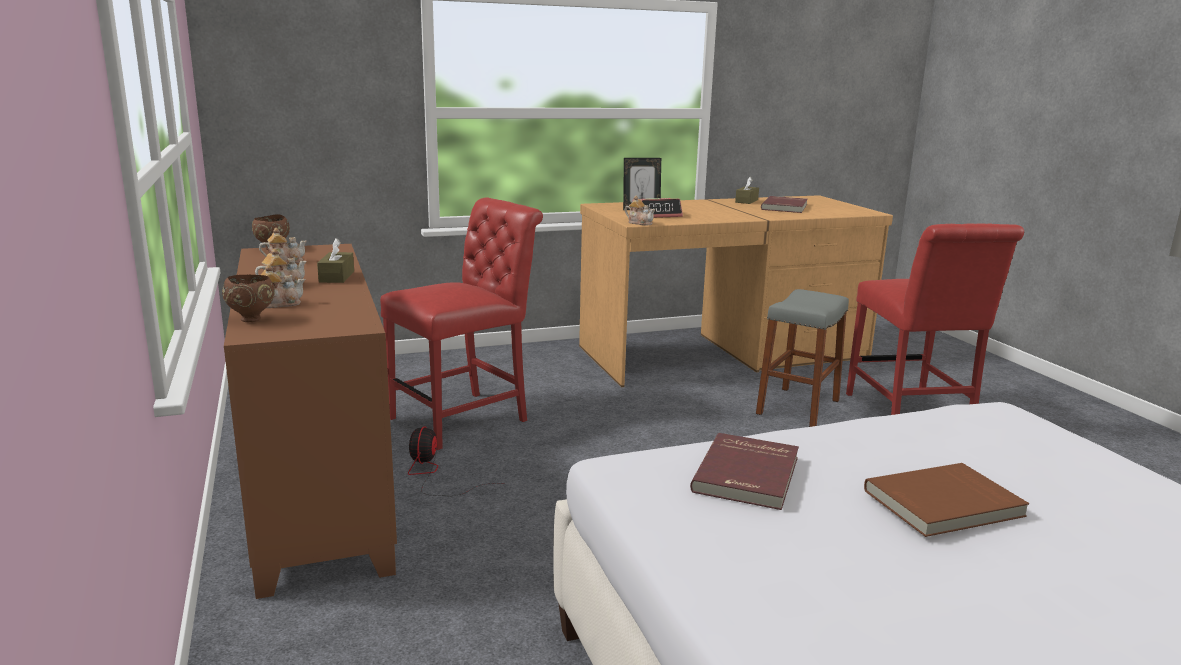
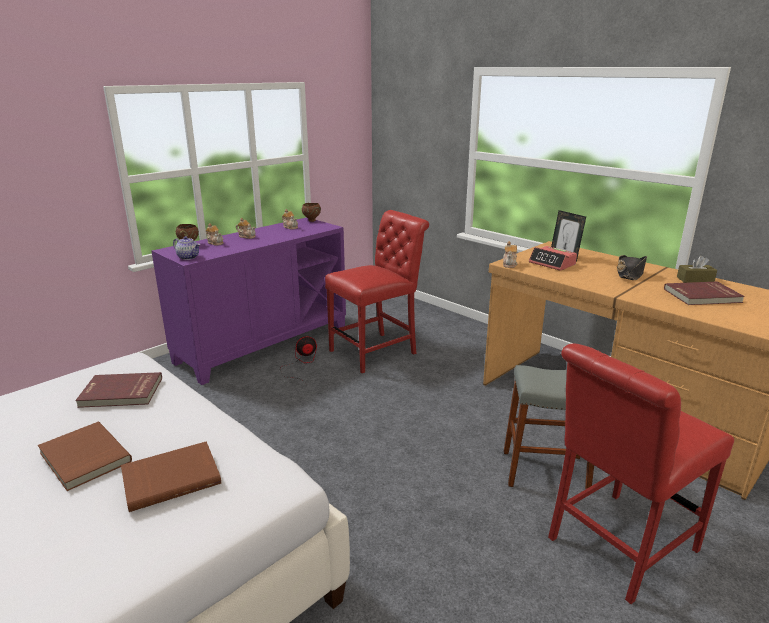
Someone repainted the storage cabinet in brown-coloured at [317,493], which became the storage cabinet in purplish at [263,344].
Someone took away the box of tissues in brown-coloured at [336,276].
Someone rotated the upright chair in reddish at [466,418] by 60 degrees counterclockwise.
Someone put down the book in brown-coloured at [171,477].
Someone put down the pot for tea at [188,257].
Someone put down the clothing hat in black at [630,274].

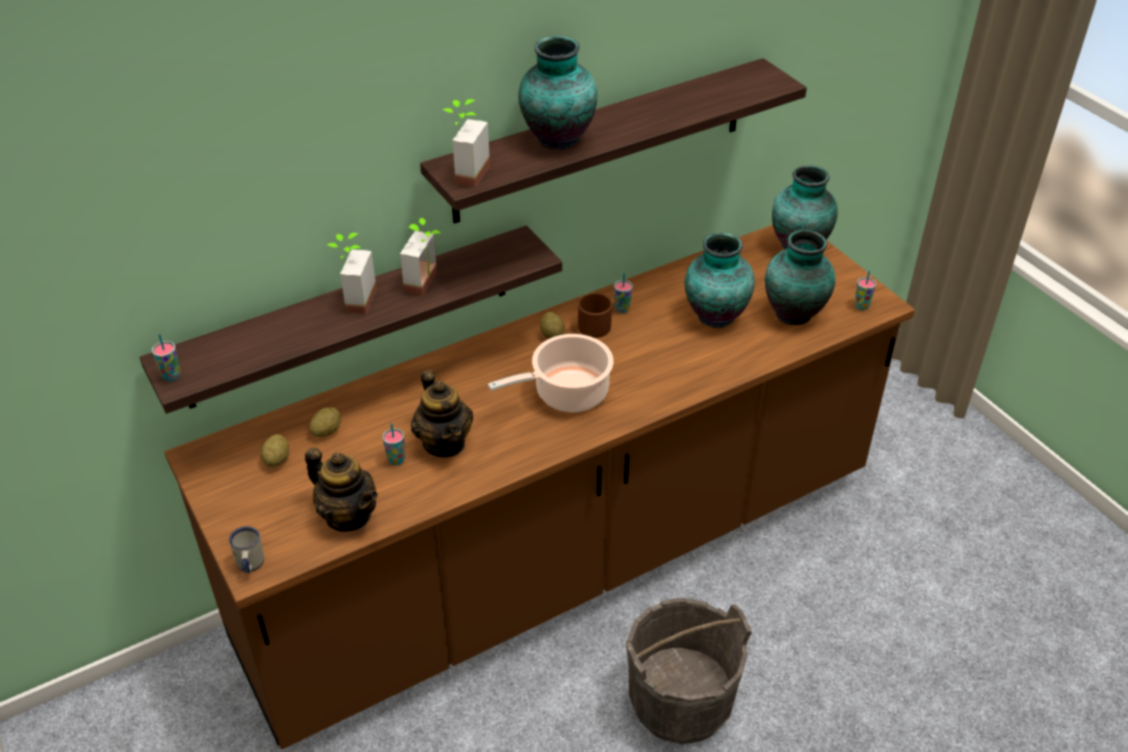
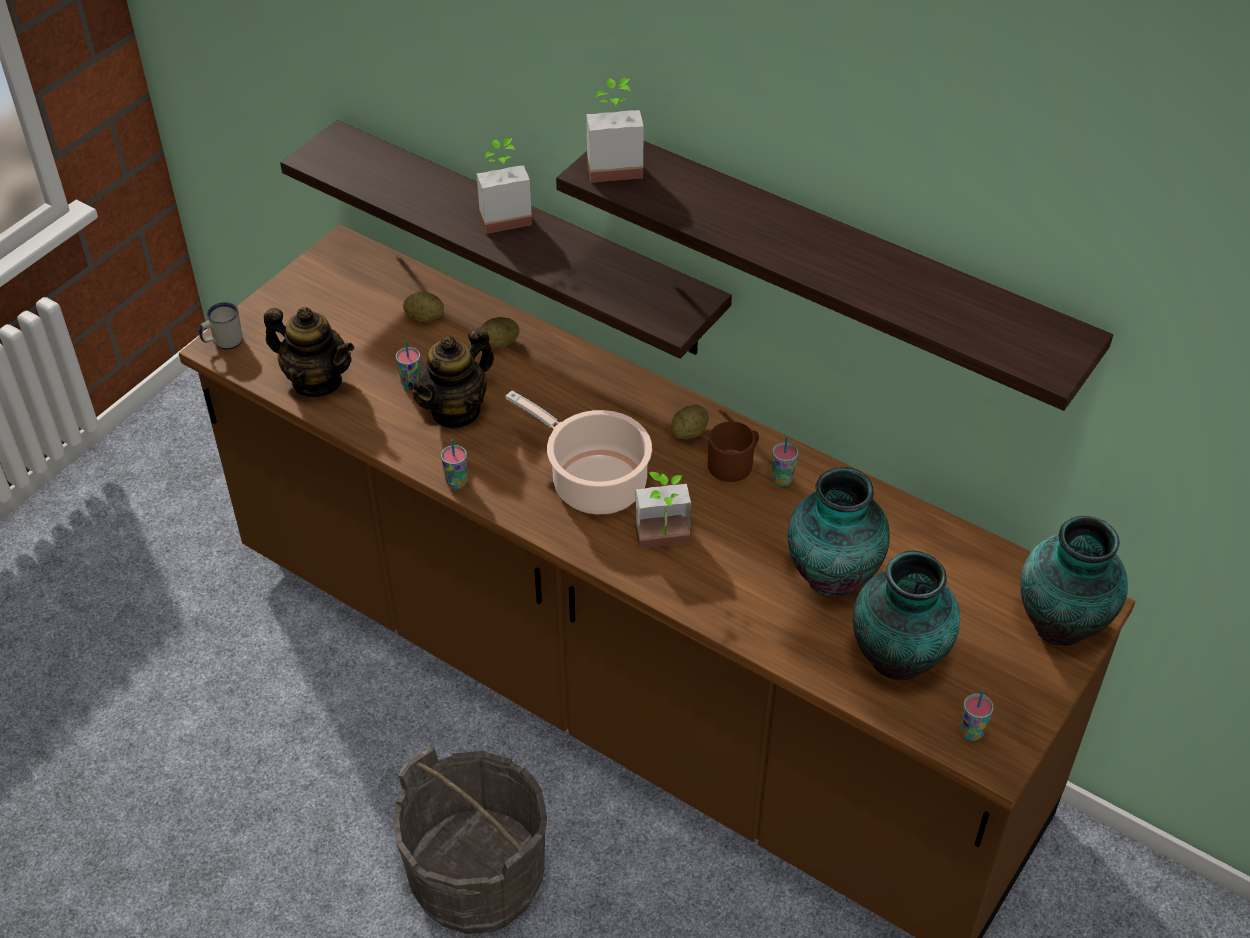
Someone carried the drinking cup from [171,376] to [456,483].
Someone carried the potato from [277,459] to [499,343].
Someone rotated the pot for tea at [348,515] by 75 degrees counterclockwise.
Someone carried the houseplant from [428,283] to [664,544].
Someone took away the decorative vase at [557,140].

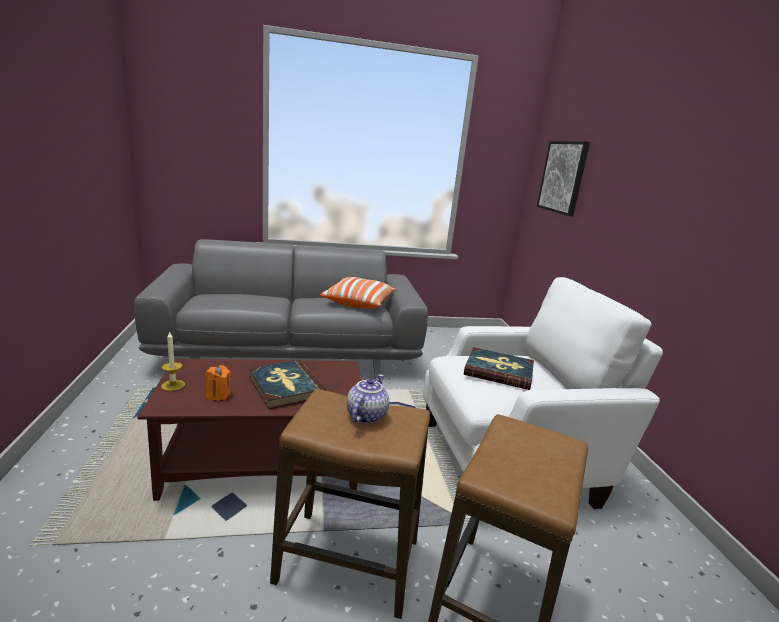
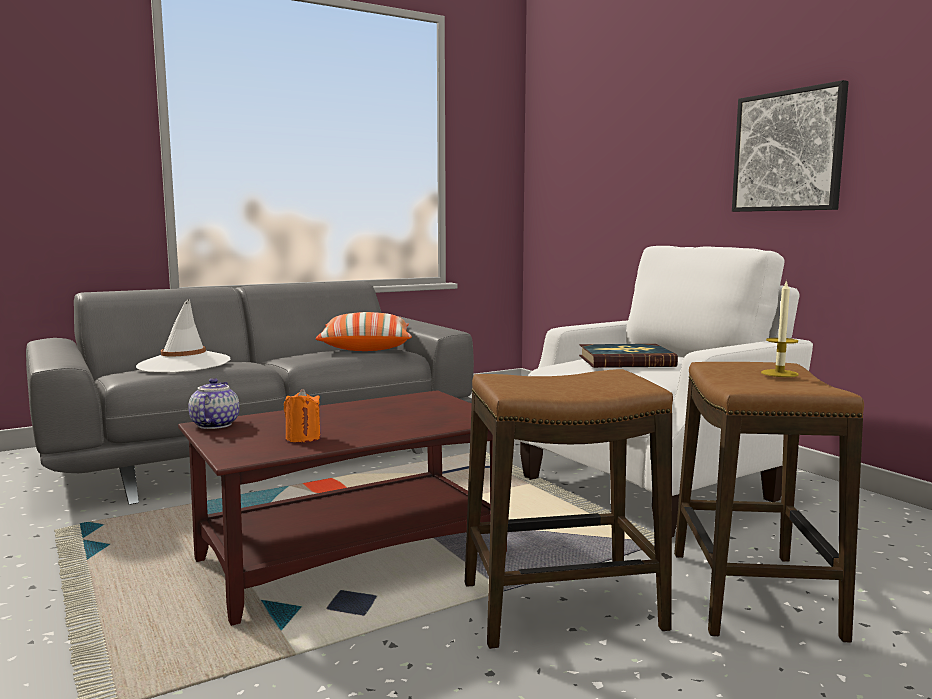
Someone carried the wax light from [173,385] to [779,373].
Someone took away the book at [285,387].
Someone carried the pot for tea from [365,415] to [214,425].
Someone carried the wall picture from [563,177] to [788,151].
Someone put down the clothing hat in whitish at [184,364].

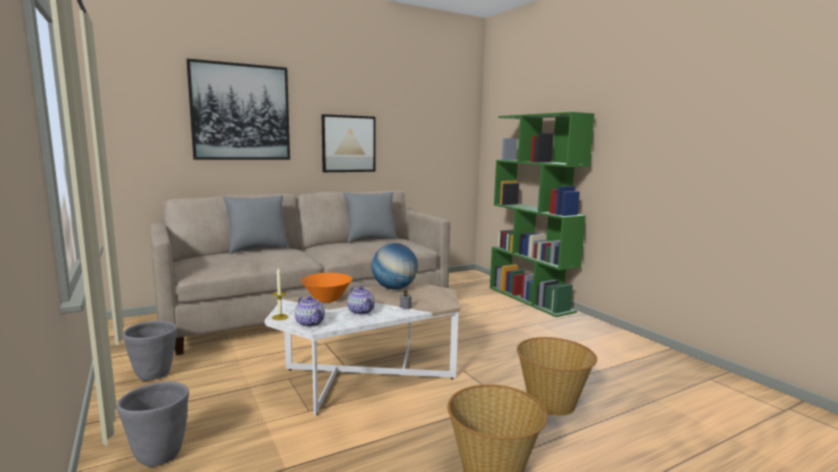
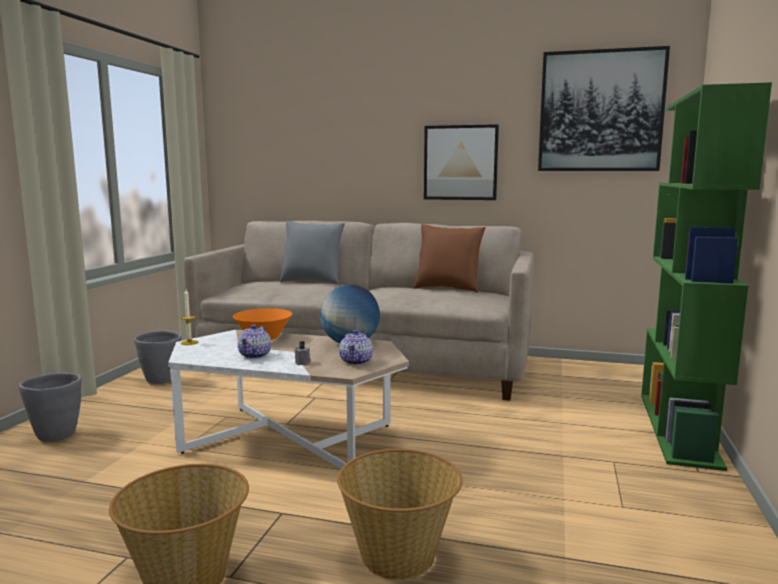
Someone carried the wall picture from [241,112] to [600,111].
Someone carried the pot for tea from [310,323] to [356,361].
Someone repainted the pillow in gray at [370,240], which became the pillow in brown-coloured at [447,289].

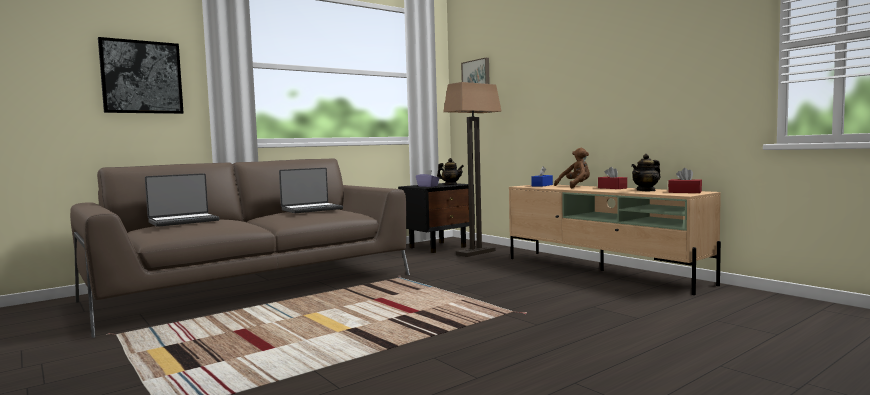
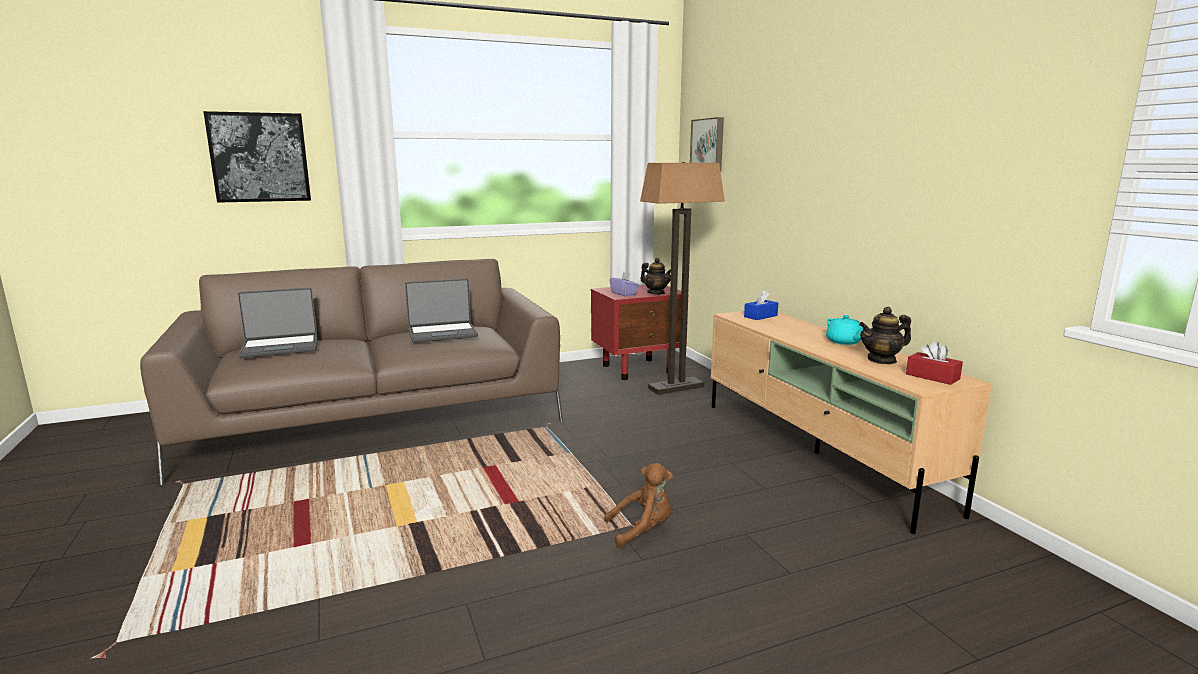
Someone repainted the nightstand in black at [438,247], which became the nightstand in reddish at [638,369].
Someone carried the soft toy in brown-coloured from [575,186] to [642,530].
Someone swapped the box of tissues in reddish at [612,188] for the pot for tea in turquoise at [844,342].

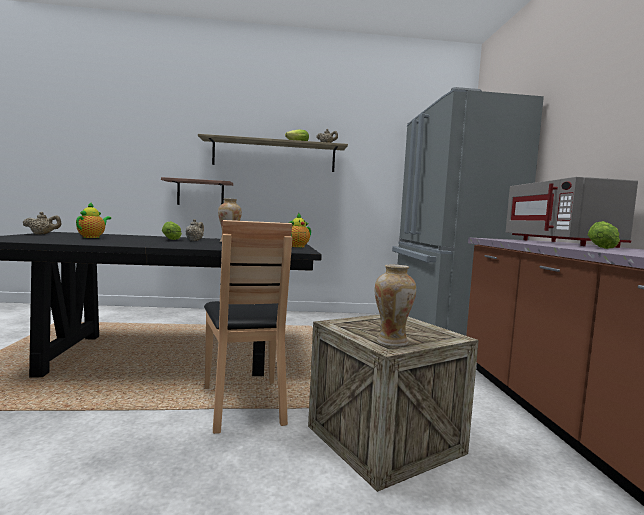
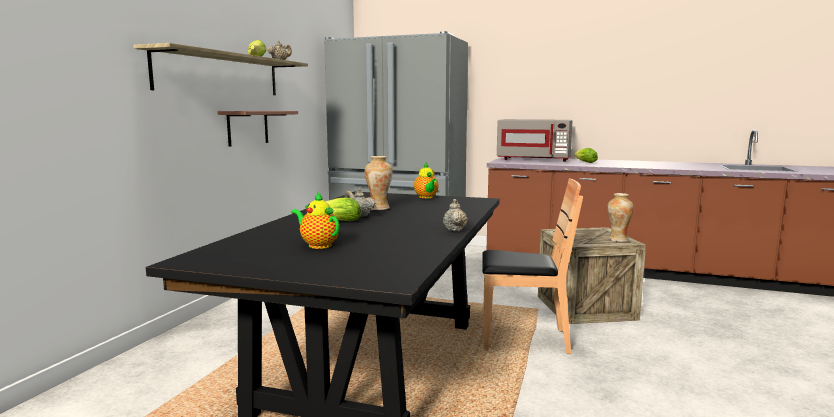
Someone carried the pot for tea in beige from [42,234] to [455,230].
Someone carried the bracket shelf from [200,193] to [248,127].

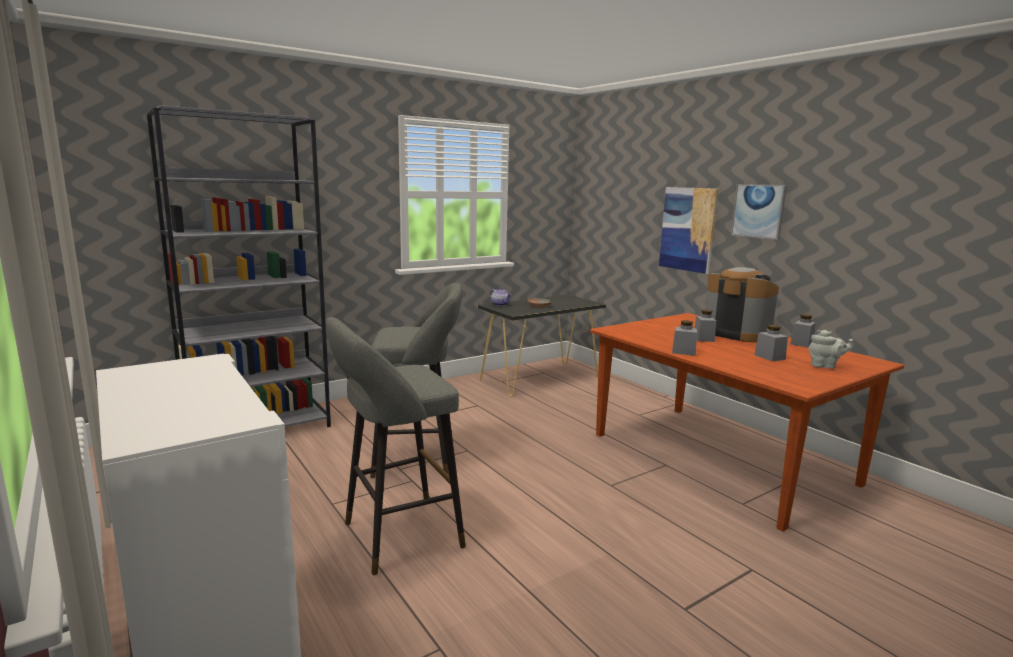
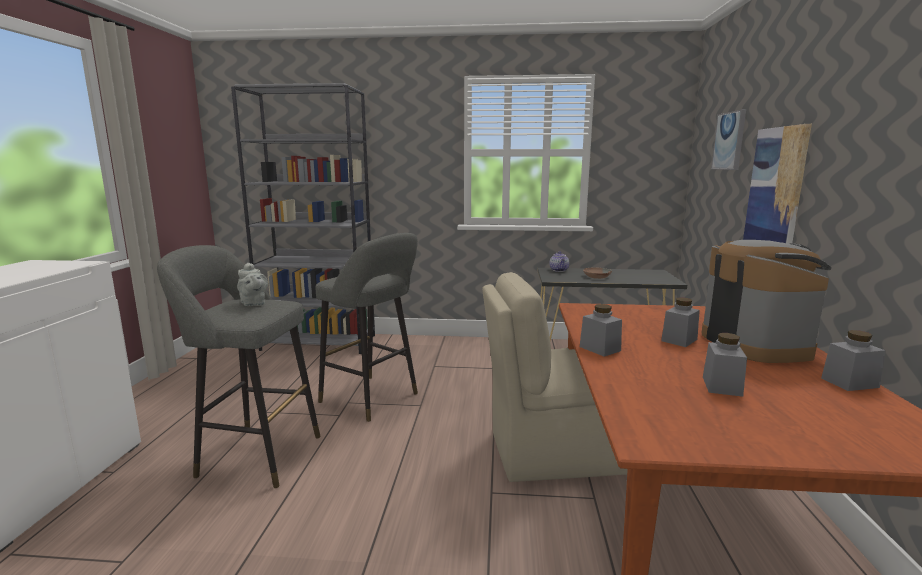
Someone carried the wall picture from [758,211] to [729,141].
Someone carried the pot for tea in gray from [825,366] to [253,304].
Someone put down the upright chair in beige at [552,452].

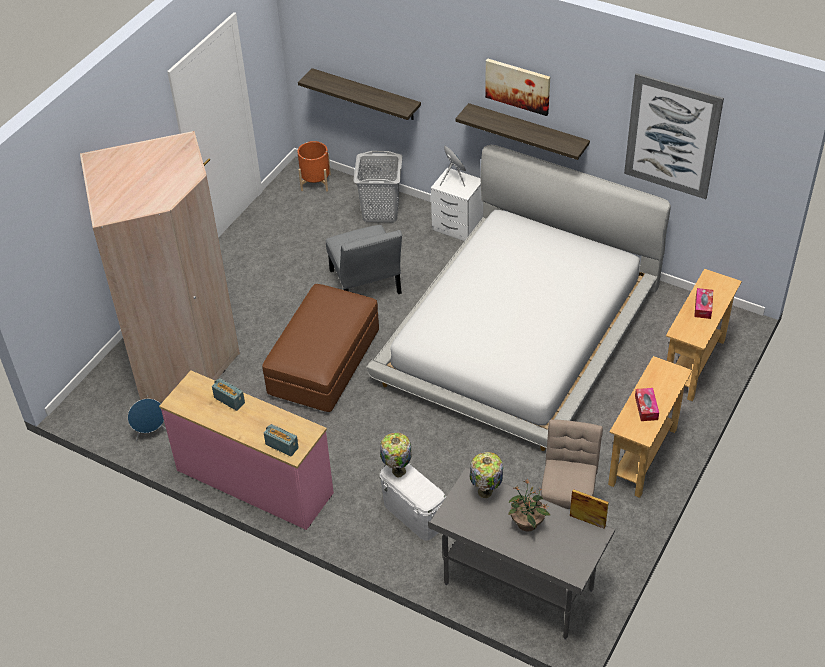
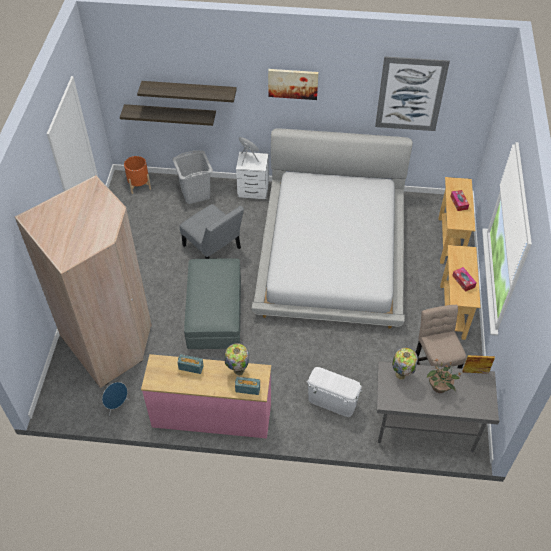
Someone repainted the ottoman in brown-coloured at [324,363], which became the ottoman in gray at [214,313].
Someone carried the tabletop lamp from [397,471] to [238,370].
Someone carried the bracket shelf from [527,131] to [189,91].

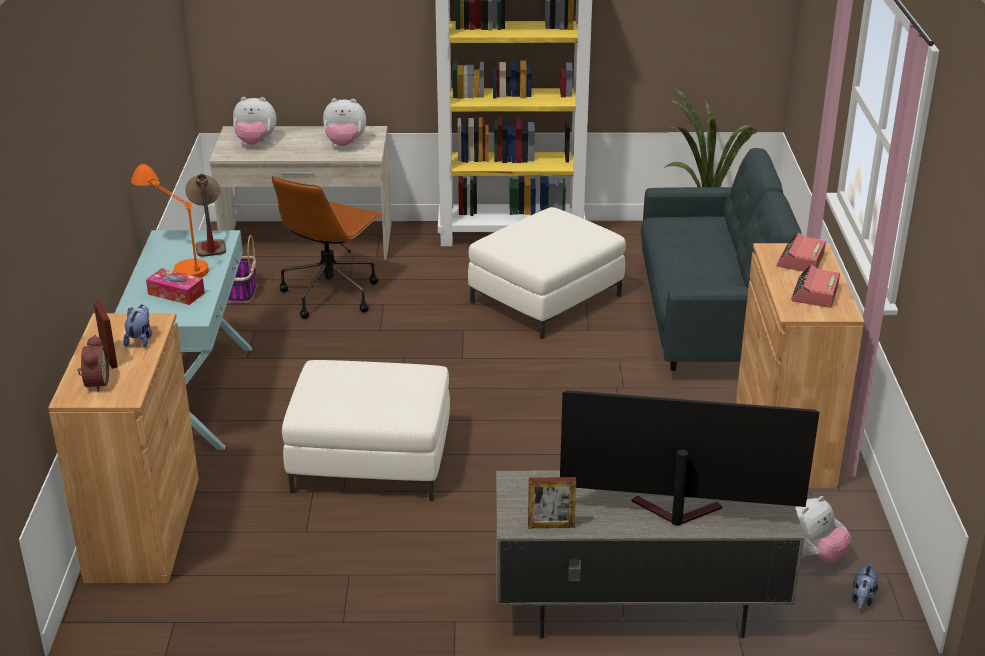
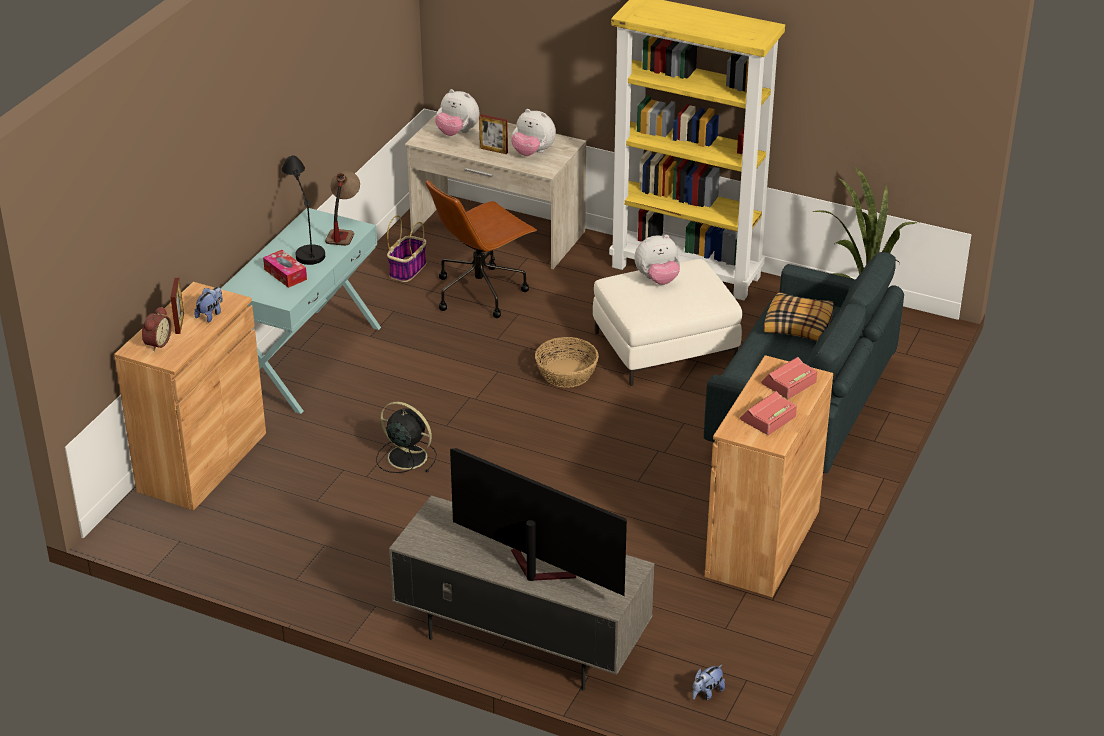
Someone repainted the tabletop lamp in orangey at [175,261], which became the tabletop lamp in black at [305,243].
Someone swapped the ottoman in whitish at [370,460] for the cooling fan in black at [405,456].
Someone carried the standing frame from [551,526] to [493,150].
Someone carried the soft toy from [813,555] to [657,279].
Someone put down the storage basket at [567,373].
Someone put down the pillow at [798,325].

